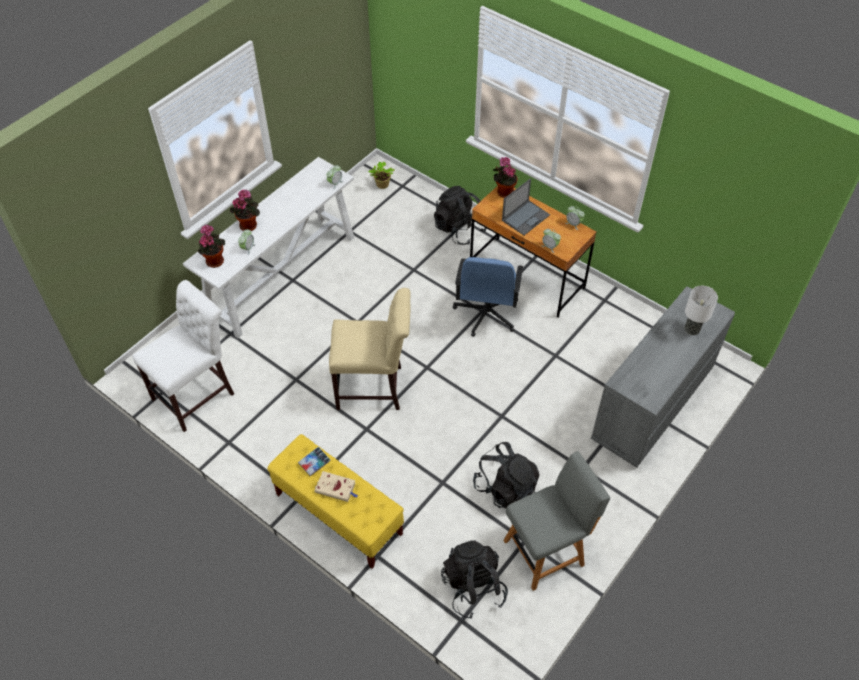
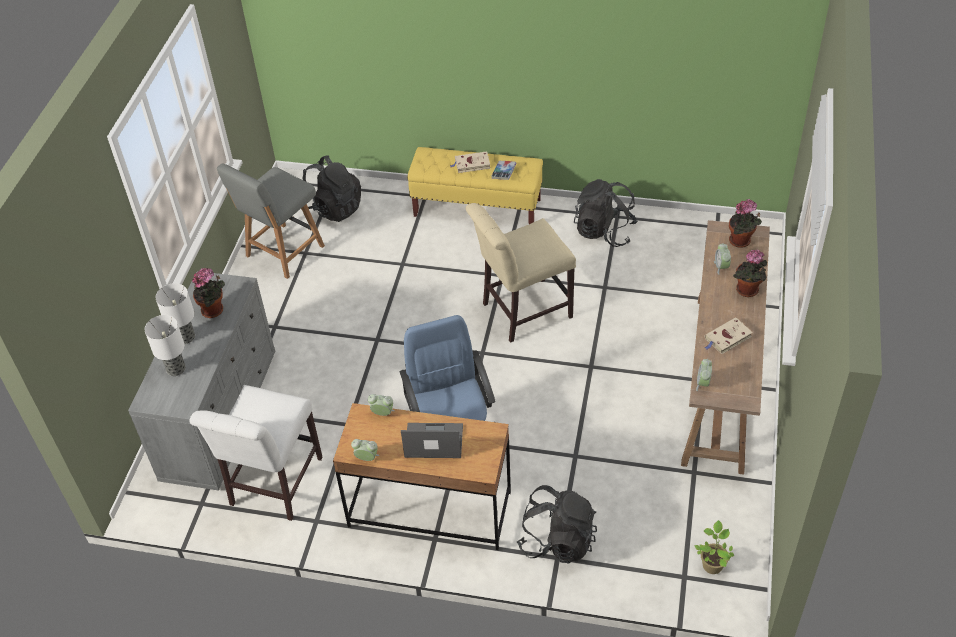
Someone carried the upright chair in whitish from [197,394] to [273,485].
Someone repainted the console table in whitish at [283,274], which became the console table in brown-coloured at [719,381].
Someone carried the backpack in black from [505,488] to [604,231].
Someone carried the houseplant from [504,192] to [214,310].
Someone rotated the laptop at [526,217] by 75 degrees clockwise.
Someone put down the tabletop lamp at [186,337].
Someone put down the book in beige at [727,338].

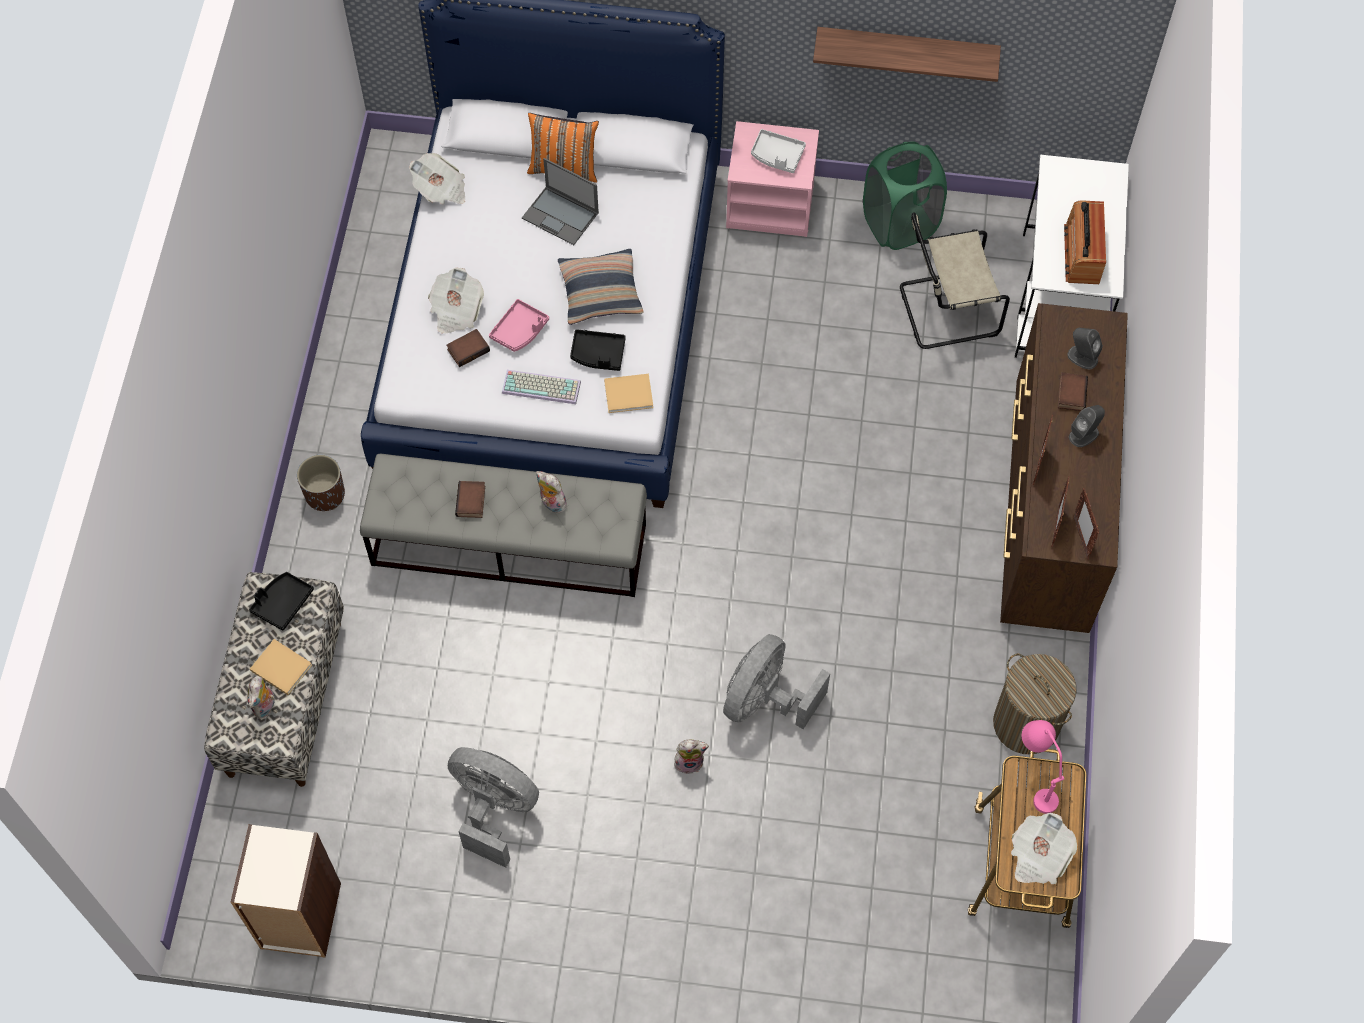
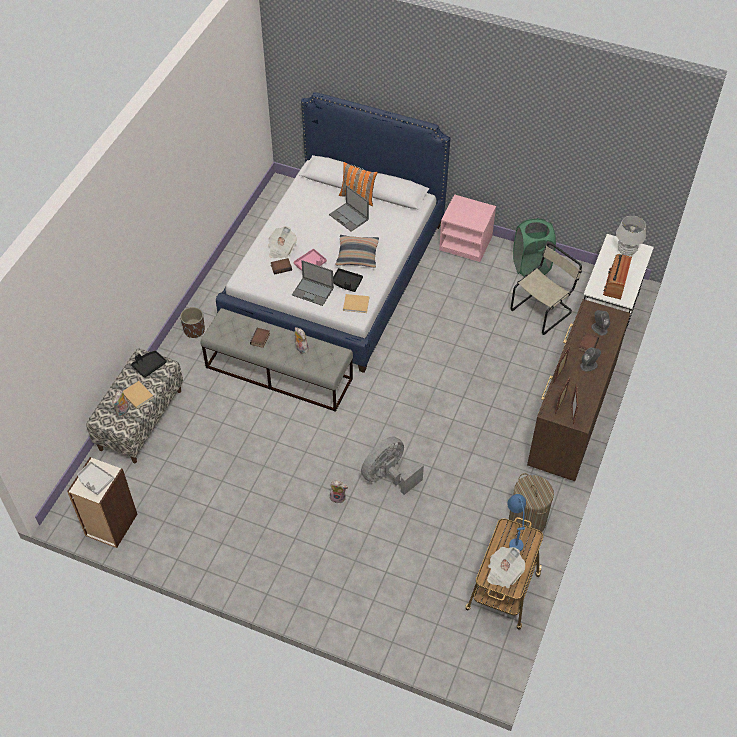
Someone took away the daily paper at [441,189].
Someone took away the cooling fan in gray at [494,809].
Someone swapped the computer keyboard at [542,386] for the laptop at [313,291].
Someone carried the tray in gray from [777,156] to [95,480].
Someone took away the bracket shelf at [906,50].
Someone rotated the upright chair in beige at [944,310] by 135 degrees clockwise.
Someone repainted the tabletop lamp in pink-coloured at [1035,777], which became the tabletop lamp in blue at [514,532].
Someone put down the tabletop lamp in whitish at [626,251].

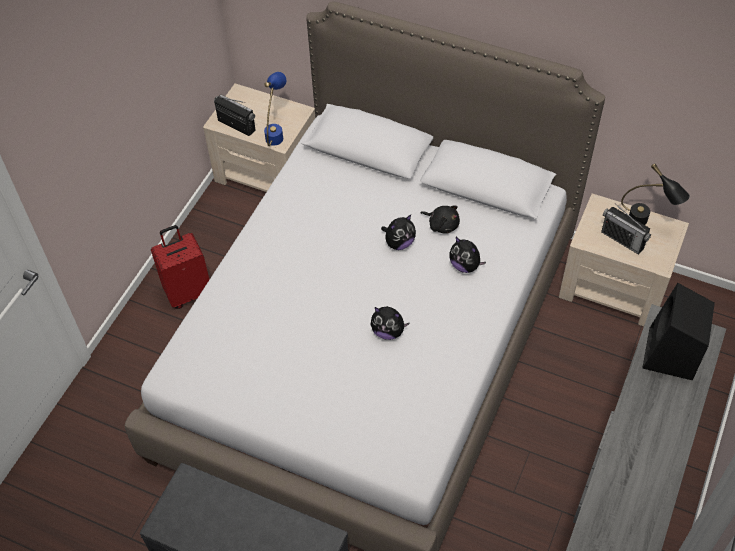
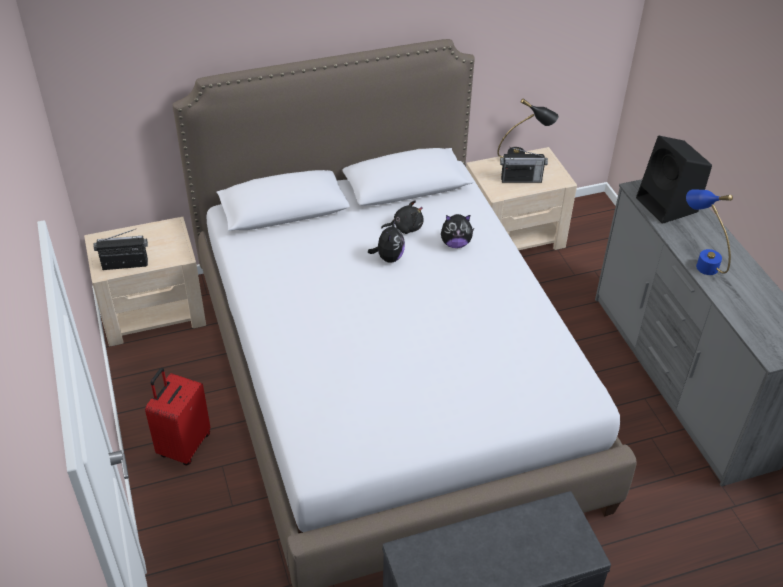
Someone carried the tabletop lamp in blue from [276,132] to [699,261].
Someone took away the soft toy at [388,331].

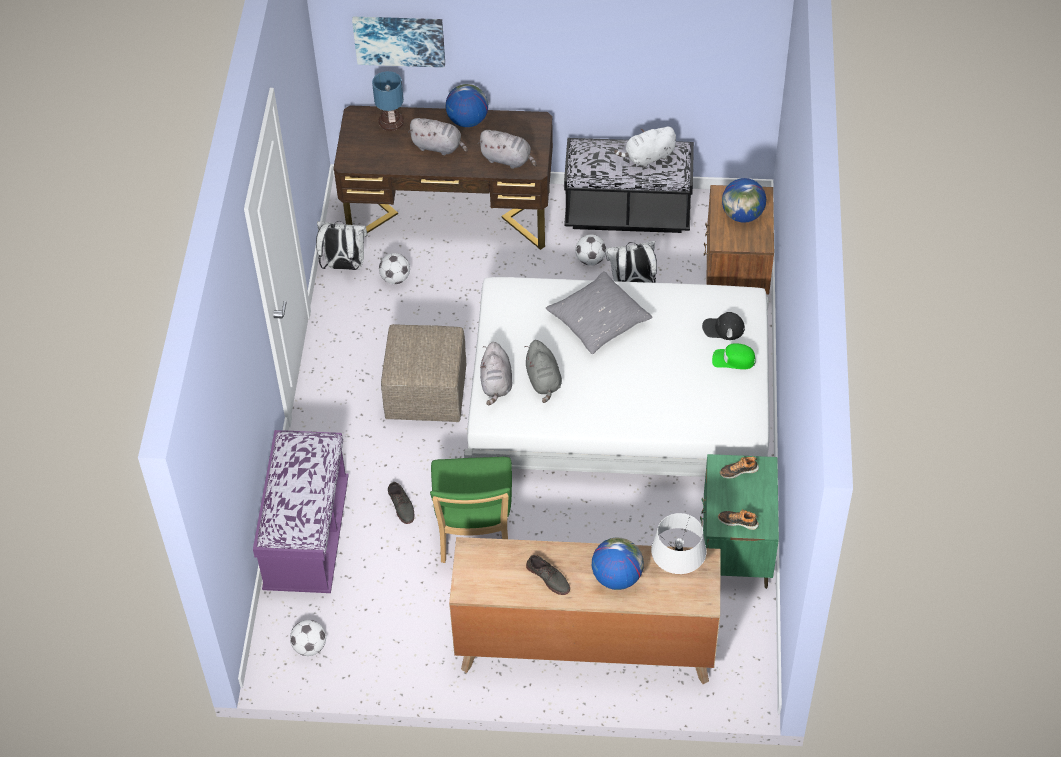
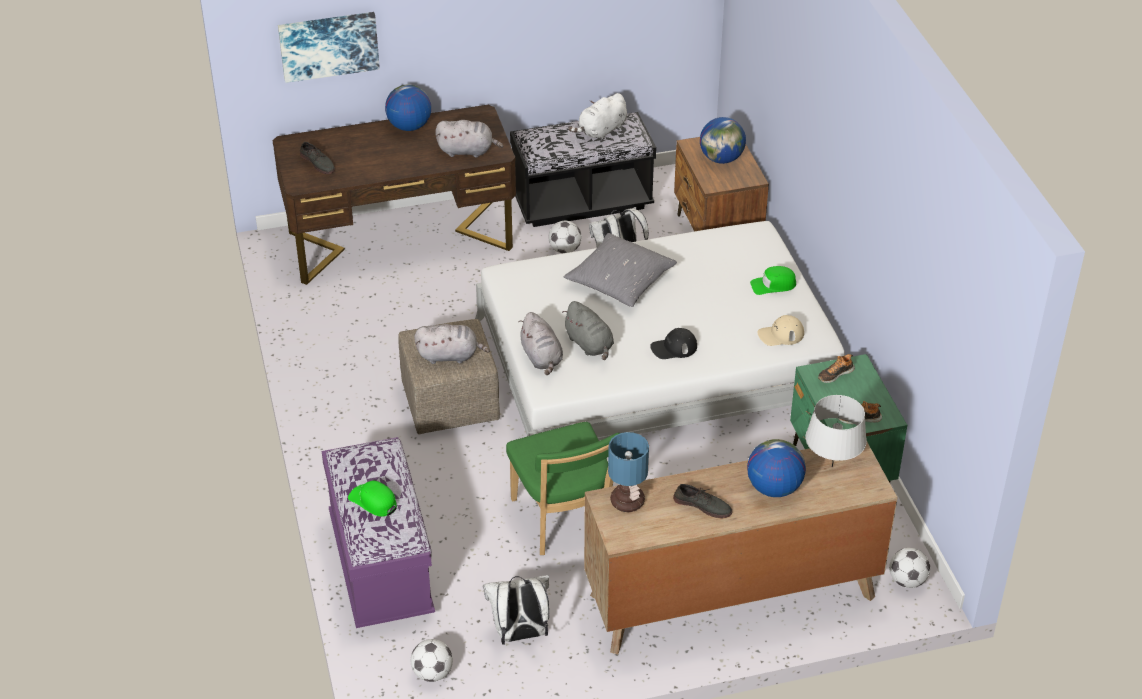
Someone carried the backpack in whitish from [344,266] to [520,635].
Someone carried the tabletop lamp from [390,123] to [626,501].
Someone carried the football from [395,278] to [907,581].
Someone carried the item of footwear in gray from [401,505] to [318,163].
Someone carried the soft toy in gray from [438,147] to [450,356].
Someone carried the baseball cap in black from [723,328] to [673,348].
Someone put down the baseball cap in green at [373,501].
Someone put down the baseball cap in beige at [780,335].

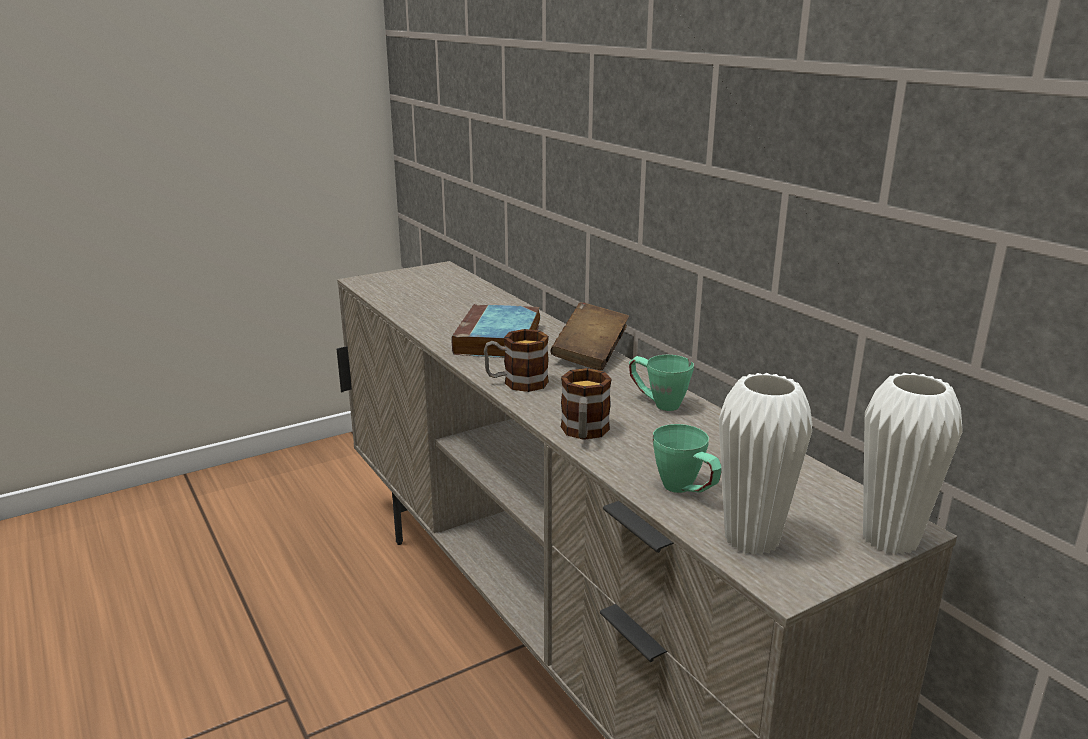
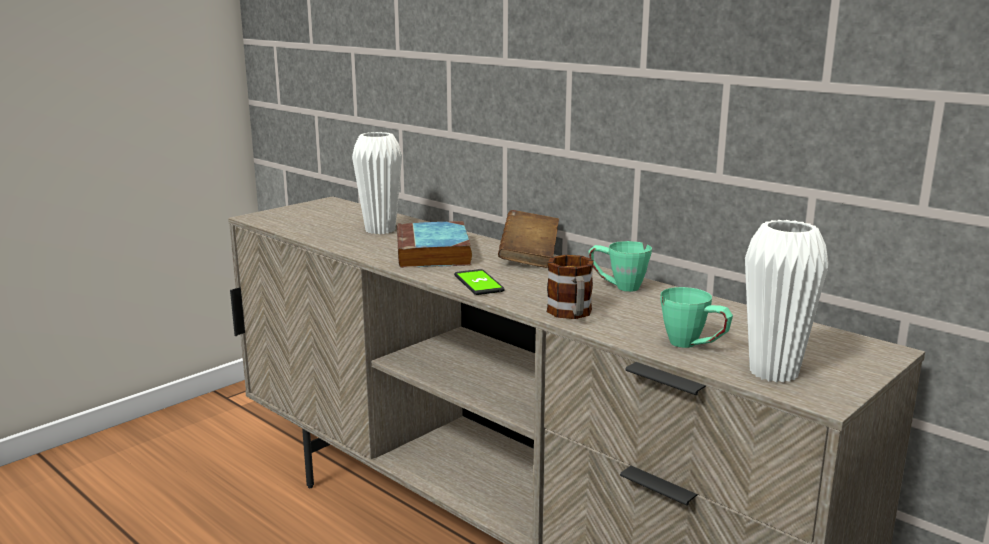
Someone swapped the coffee mug at [516,383] for the telephone at [478,283].
Someone carried the decorative vase in whitish from [890,539] to [380,230].

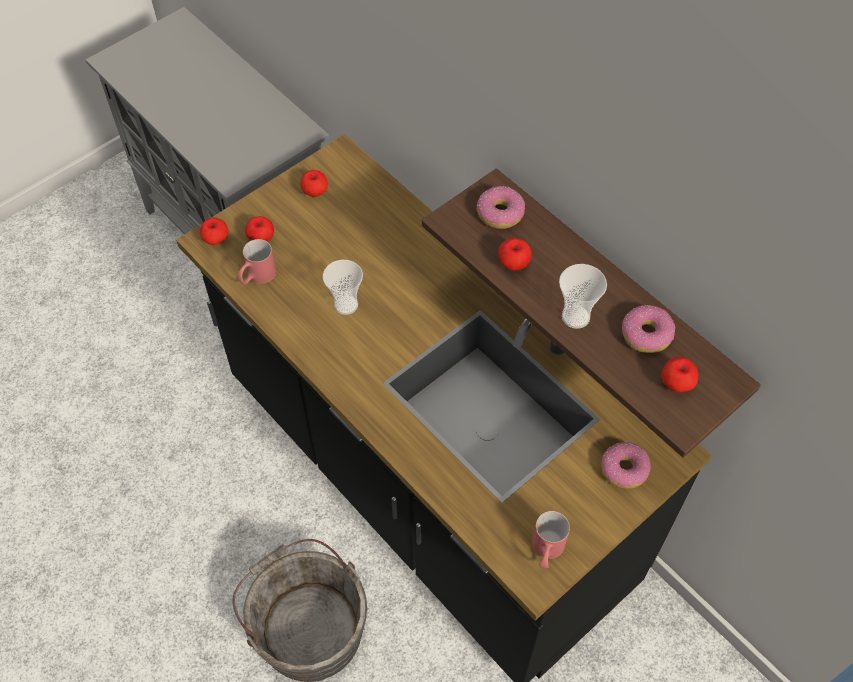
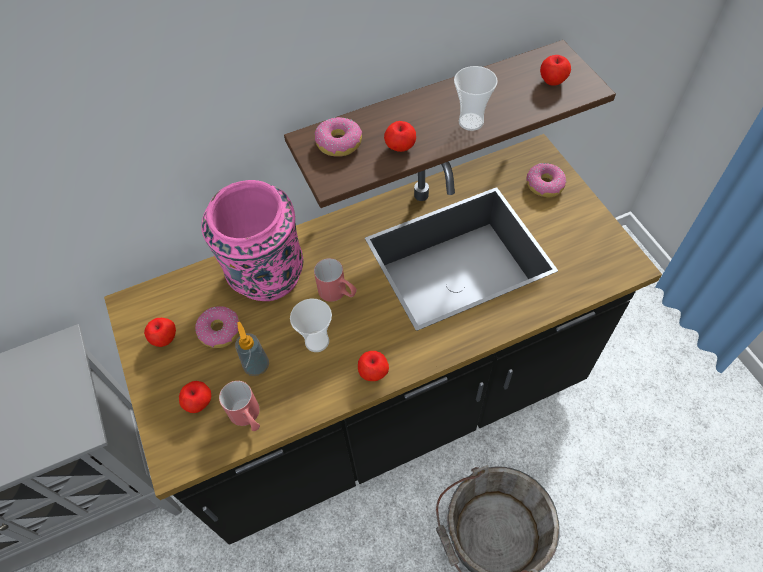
Someone carried the apple fruit from [216,240] to [373,372].
Someone carried the coffee mug in reddish from [546,551] to [338,293].
Someone carried the ring doughnut from [646,334] to [219,331].
Someone put down the decorative vase in pink-coloured at [266,275].
Someone put down the liquid soap bottle at [257,366].

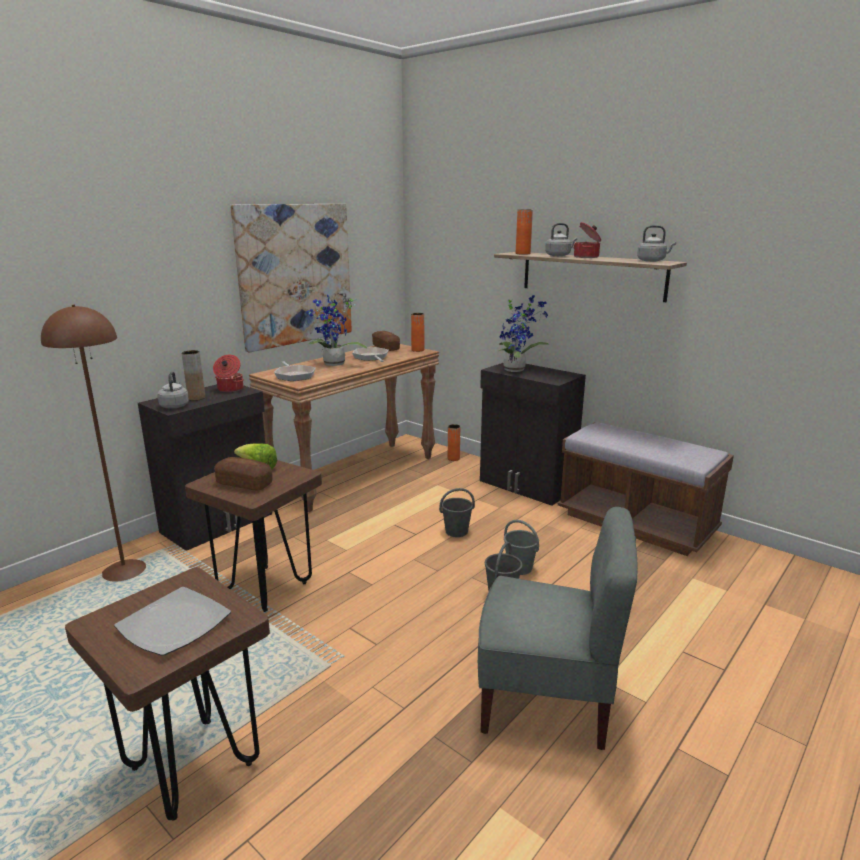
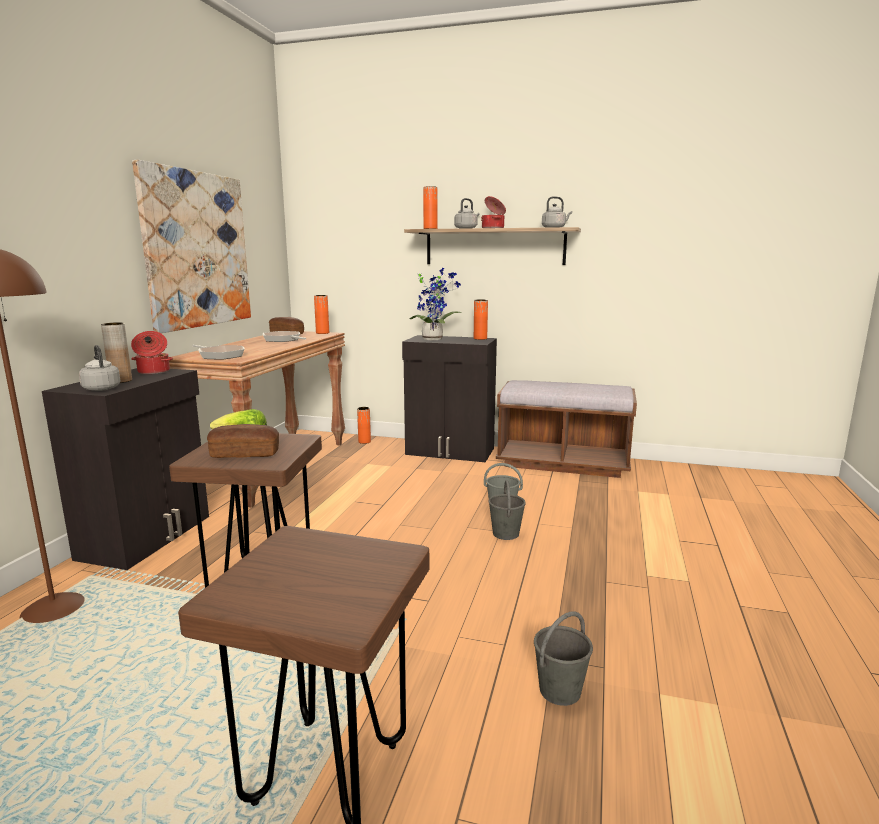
Someone took away the plate at [174,623].
Someone took away the houseplant at [333,364].
Someone carried the water bucket in gray from [457,531] to [560,690].
Someone took away the upright chair in gray at [546,700].
Someone put down the decorative vase in orangey at [480,338].

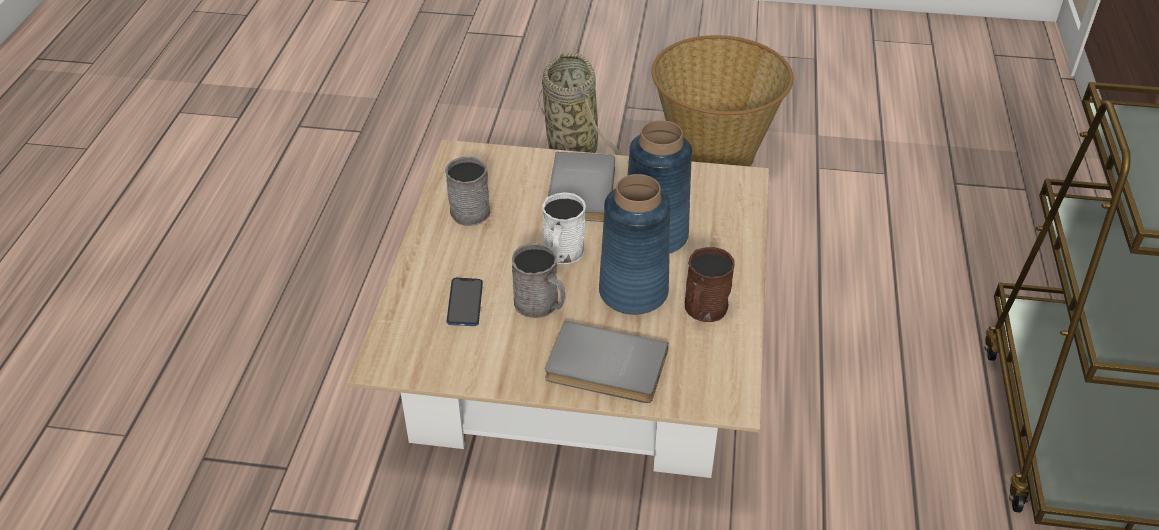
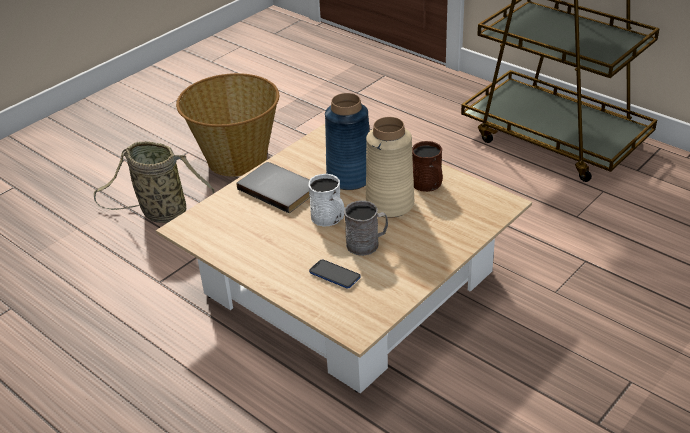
Someone took away the coffee mug in gray at [467,208].
Someone took away the book in gray at [605,368].
Someone repainted the decorative vase in blue at [634,292], which became the decorative vase in beige at [390,204].

